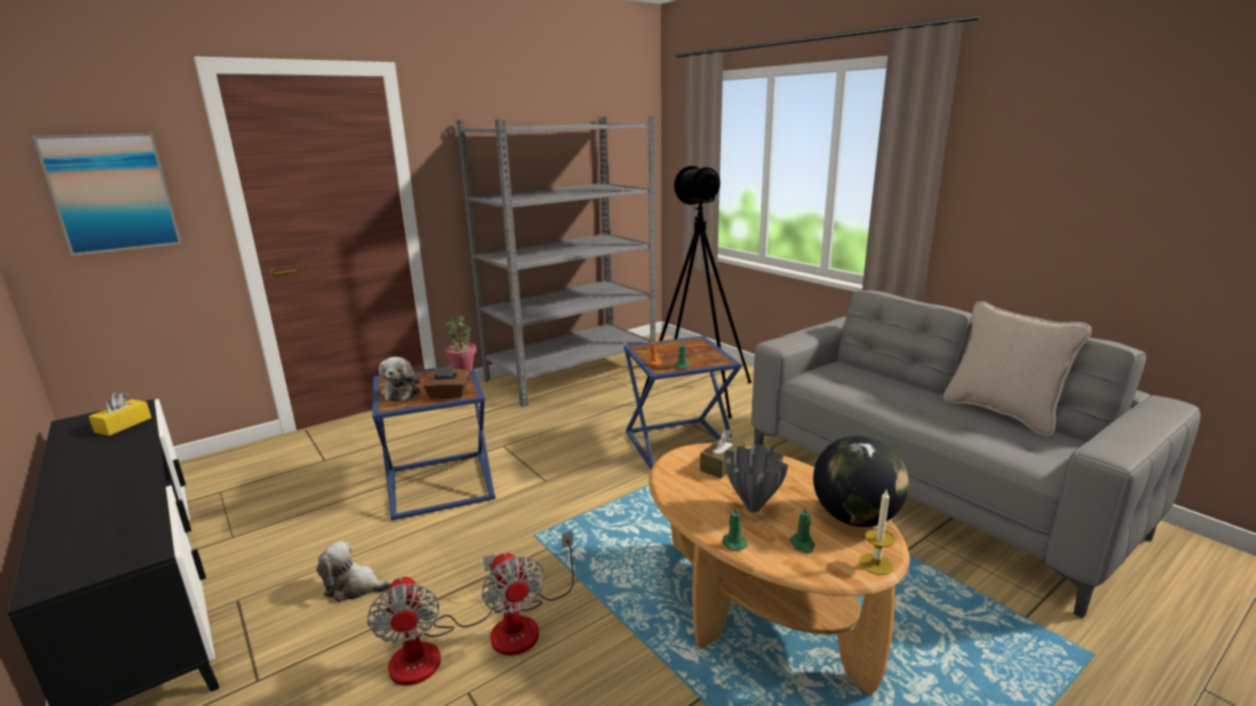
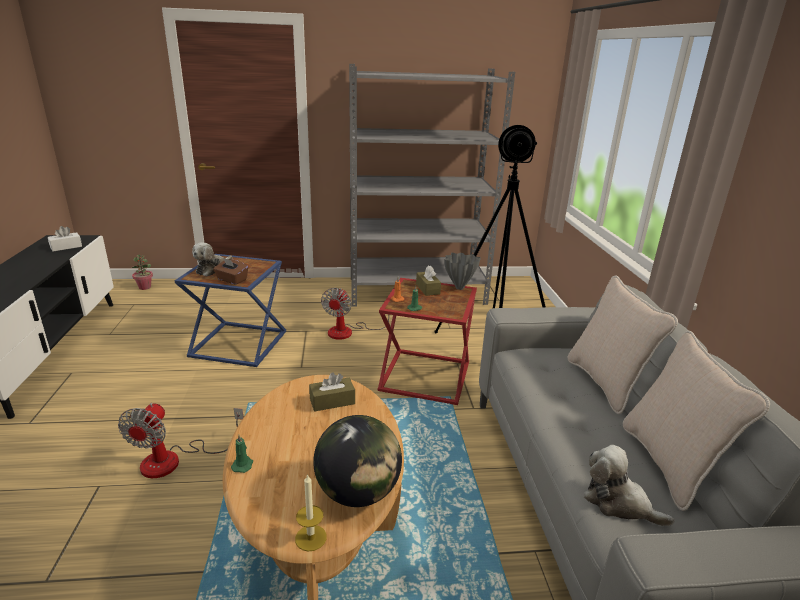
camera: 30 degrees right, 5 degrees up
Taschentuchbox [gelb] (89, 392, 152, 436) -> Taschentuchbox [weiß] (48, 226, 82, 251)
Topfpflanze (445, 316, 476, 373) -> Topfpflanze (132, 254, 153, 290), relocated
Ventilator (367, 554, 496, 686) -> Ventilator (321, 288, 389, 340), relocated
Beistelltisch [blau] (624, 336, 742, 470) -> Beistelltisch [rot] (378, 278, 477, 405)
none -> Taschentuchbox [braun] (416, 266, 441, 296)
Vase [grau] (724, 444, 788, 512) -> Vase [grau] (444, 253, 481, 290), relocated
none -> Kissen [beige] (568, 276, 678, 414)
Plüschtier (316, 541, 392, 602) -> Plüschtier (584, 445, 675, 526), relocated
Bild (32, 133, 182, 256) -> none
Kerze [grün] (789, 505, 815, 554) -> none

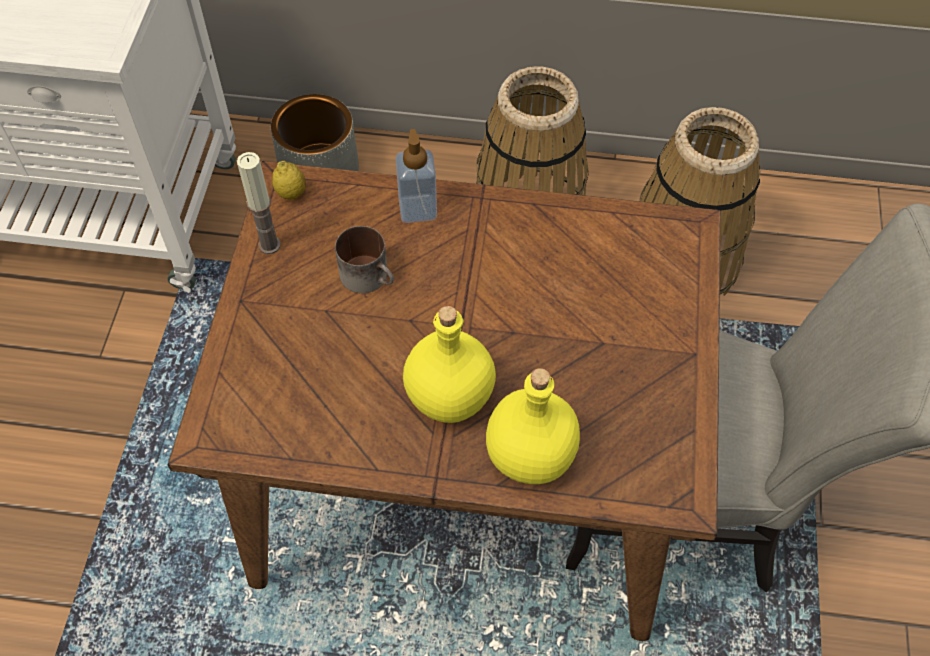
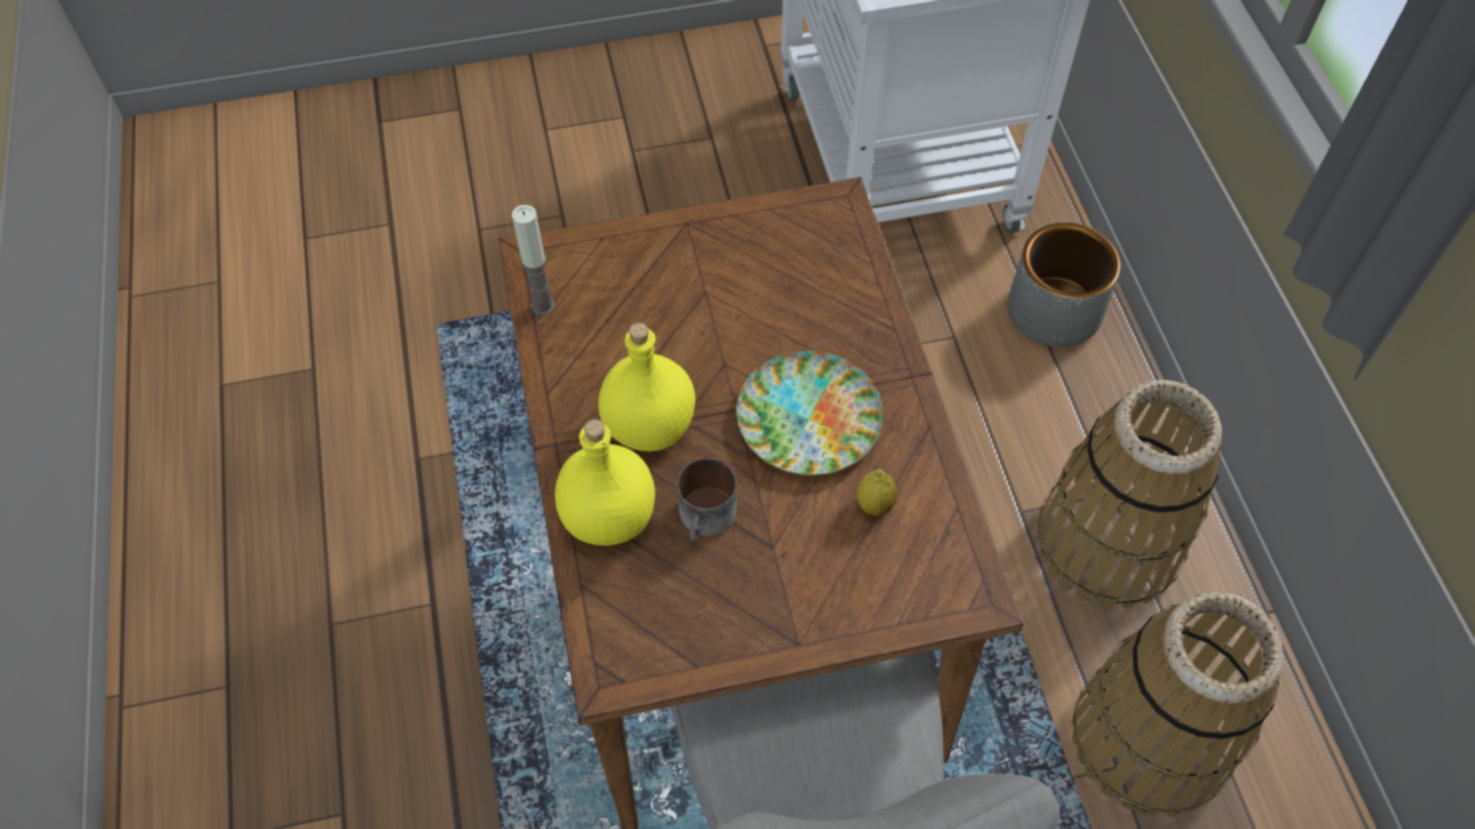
camera: 70 degrees right, 0 degrees up
Kerze (237, 152, 281, 254) -> Kerze (512, 205, 555, 316), relocated
Henkelbecher (335, 226, 394, 293) -> Henkelbecher (677, 458, 737, 540), relocated
none -> Teller (736, 351, 883, 475)
Zitrone (272, 161, 306, 200) -> Zitrone (857, 469, 897, 516), relocated
Seifenspender (395, 129, 437, 223) -> none

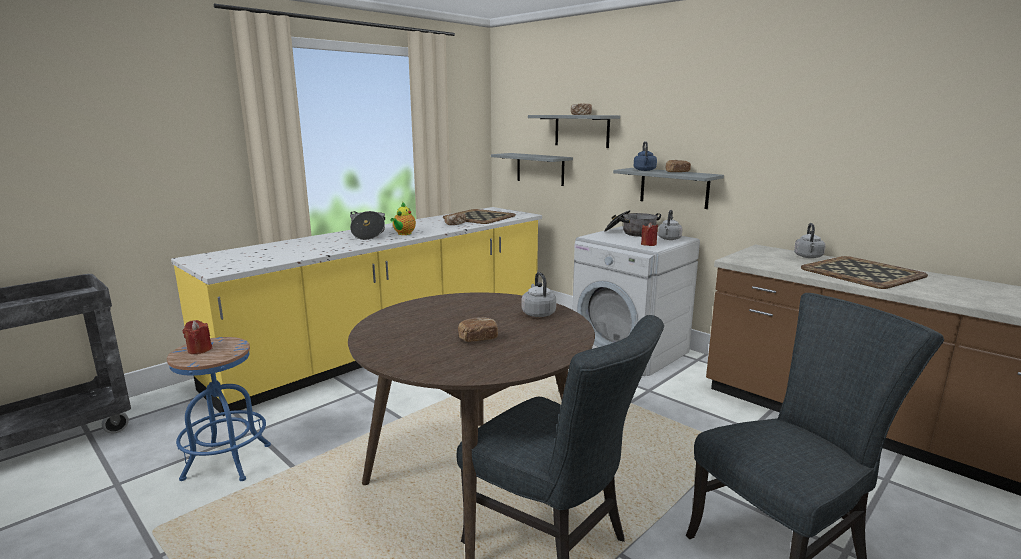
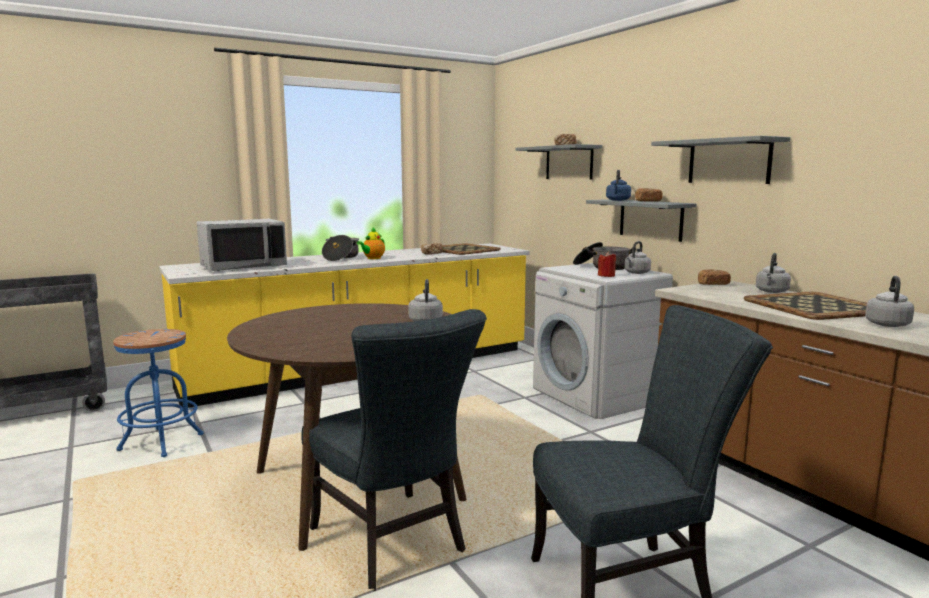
camera: 15 degrees right, 5 degrees down
none -> Mikrowelle [grau] (197, 219, 287, 271)
Wandregal [grau] (491, 153, 573, 186) -> Wandregal [grau] (651, 136, 790, 184), relocated
Brot (458, 317, 498, 342) -> Brot (698, 269, 731, 285), relocated
none -> Wasserkessel [grau] (865, 276, 914, 327)
Kerze [rot] (183, 320, 212, 354) -> none

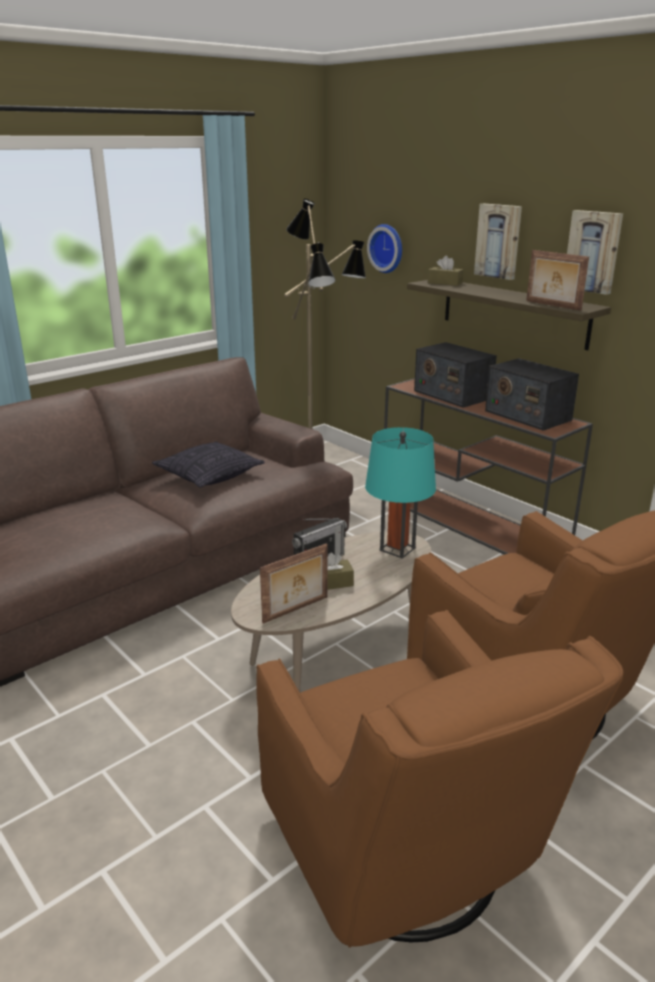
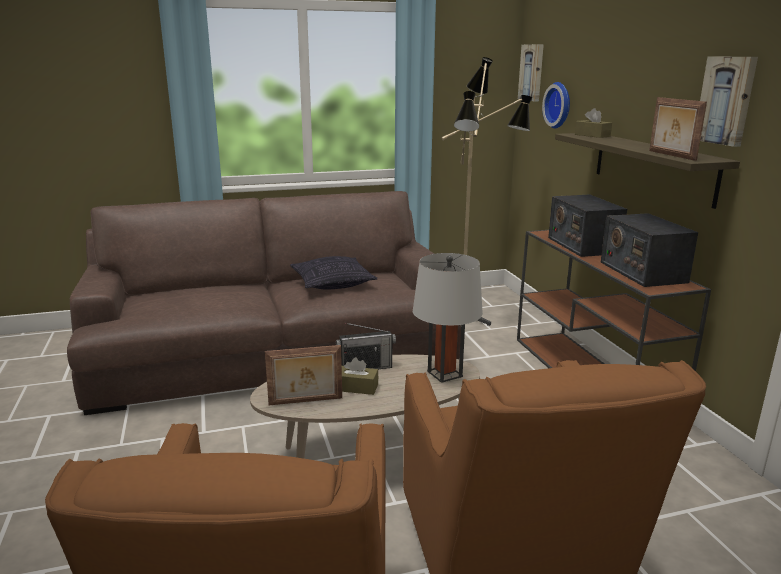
camera: 25 degrees right, 5 degrees down
Tischlampe [türkis] (365, 427, 436, 558) -> Tischlampe [grau] (413, 253, 483, 383)
Bild (474, 204, 522, 280) -> Bild (518, 44, 544, 101), relocated

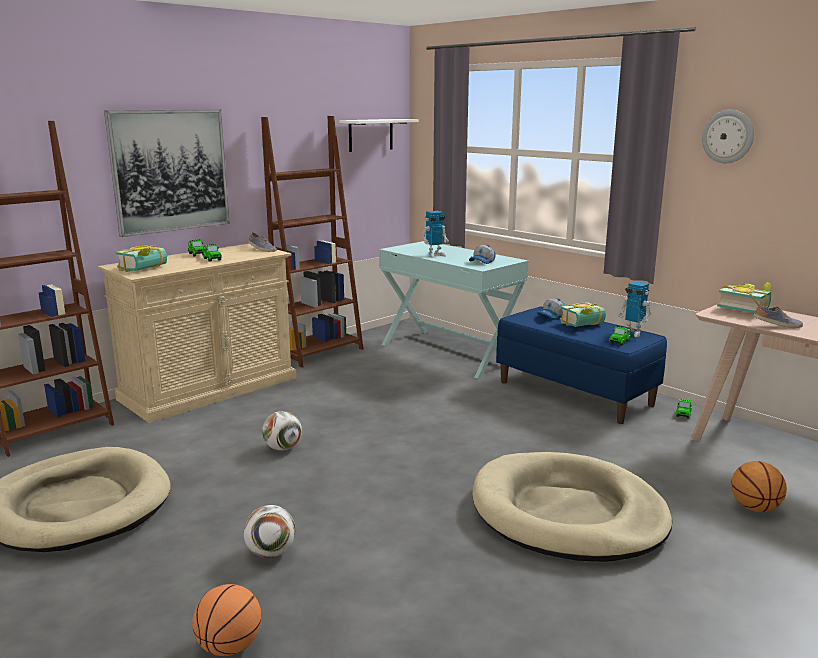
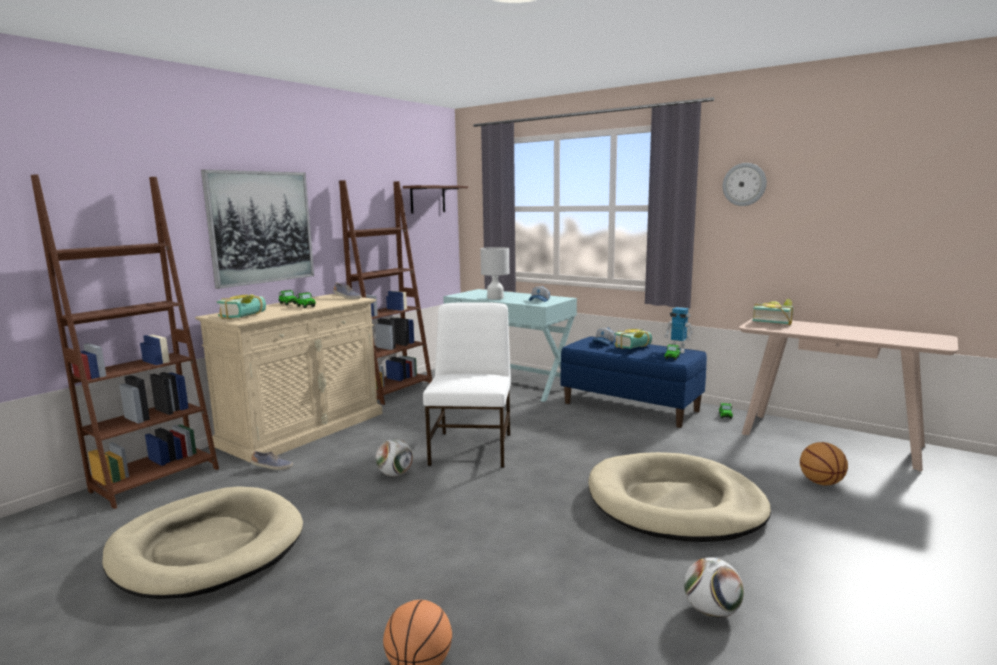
camera: 10 degrees left, 5 degrees down
Schuh (753, 304, 803, 328) -> Schuh (251, 451, 293, 470), relocated
Wandregal [weiß] (340, 119, 419, 152) -> Wandregal [braun] (403, 185, 468, 214)
none -> Stuhl [weiß] (423, 302, 511, 468)
Spielzeugroboter (422, 211, 449, 258) -> Tischlampe [grau] (480, 247, 509, 299)
Fußball (243, 505, 295, 558) -> Fußball (684, 557, 744, 619), relocated

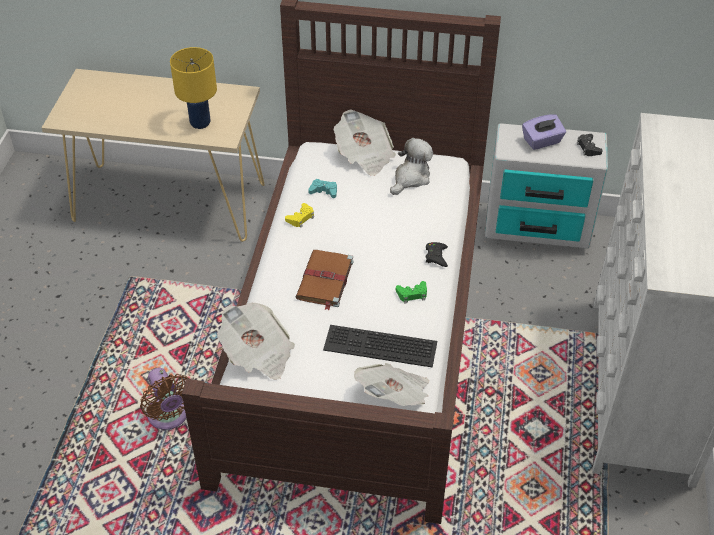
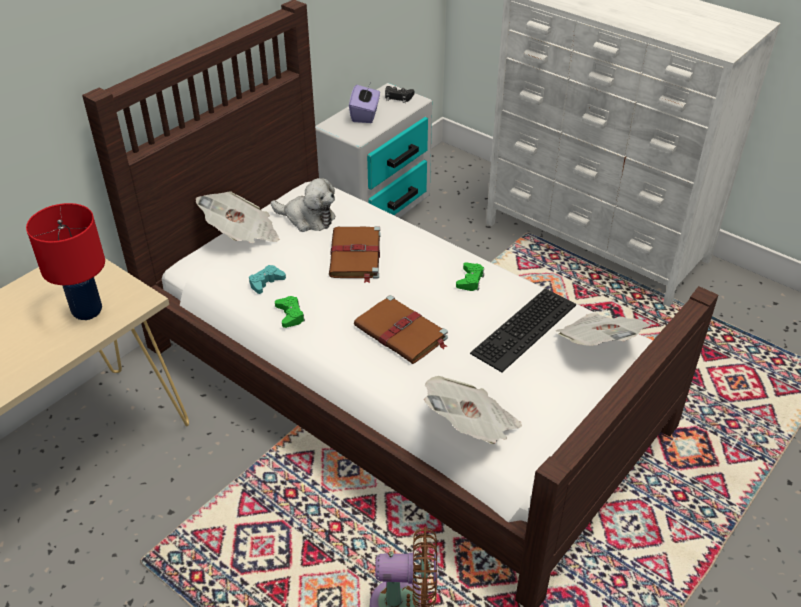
camera: 60 degrees left, 5 degrees down
Tischlampe [gelb] (170, 47, 217, 129) -> Tischlampe [rot] (26, 203, 105, 320)
Plüschtier (390, 138, 433, 195) -> Plüschtier (271, 178, 336, 232), 135 degrees clockwise
Gamepad [gelb] (285, 203, 314, 228) -> Gamepad [grün] (275, 296, 305, 328)
none -> Buch [braun] (329, 226, 381, 283)
Gamepad [schwarz] (426, 242, 448, 267) -> none

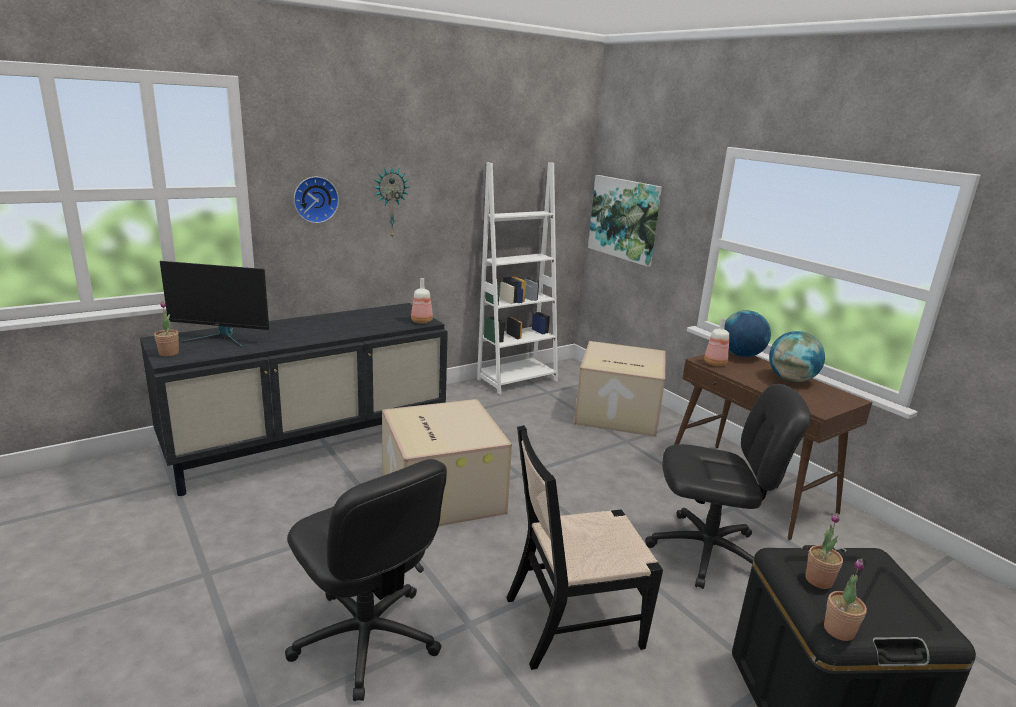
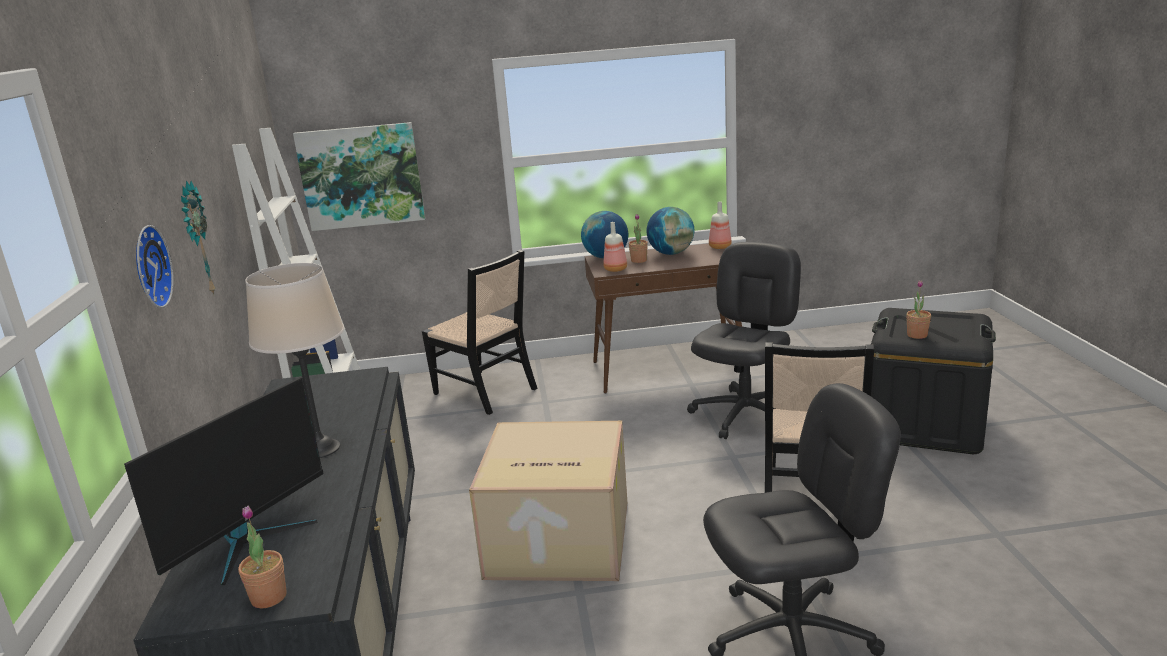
camera: 60 degrees left, 0 degrees up
none -> Tischlampe [beige] (245, 263, 344, 458)
Karton (574, 341, 666, 437) -> Stuhl (422, 250, 538, 415)
Topfpflanze (824, 559, 867, 641) -> Topfpflanze (629, 214, 648, 263), relocated
Flasche (411, 278, 433, 323) -> Flasche (709, 202, 732, 249), relocated

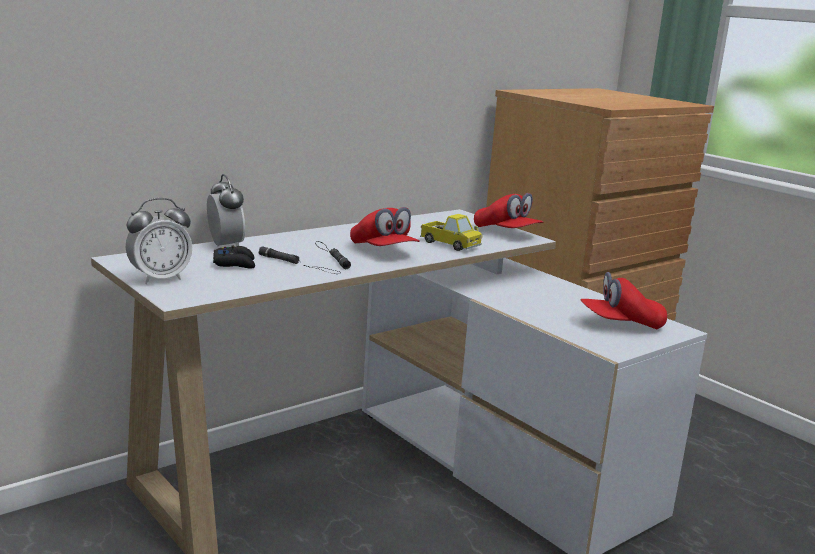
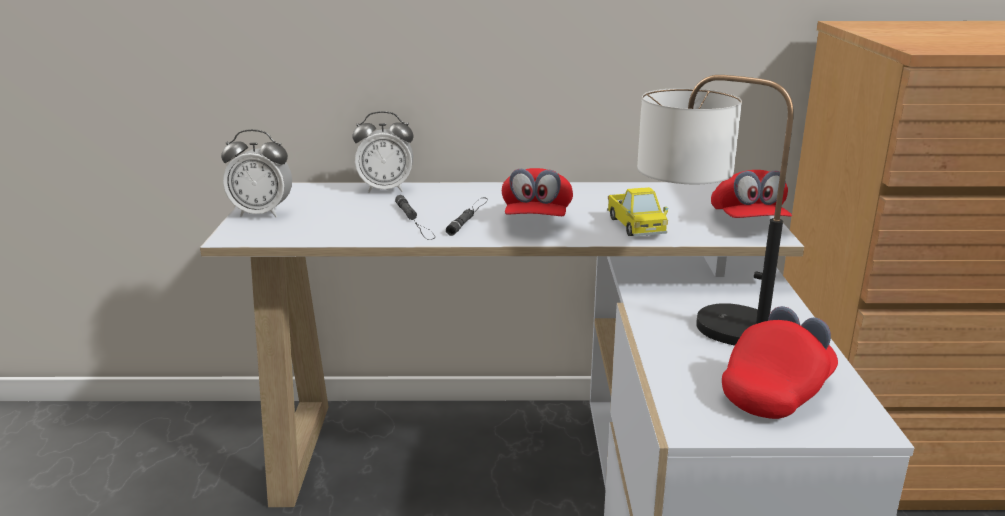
camera: 40 degrees right, 5 degrees up
Wecker (207, 174, 245, 247) -> Wecker (352, 111, 414, 193), 75 degrees clockwise
none -> Tischlampe (637, 75, 794, 346)
Kappe [rot] (581, 272, 667, 329) -> Kappe [rot] (722, 306, 838, 419), 105 degrees clockwise
Gamepad [schwarz] (213, 245, 255, 269) -> none

